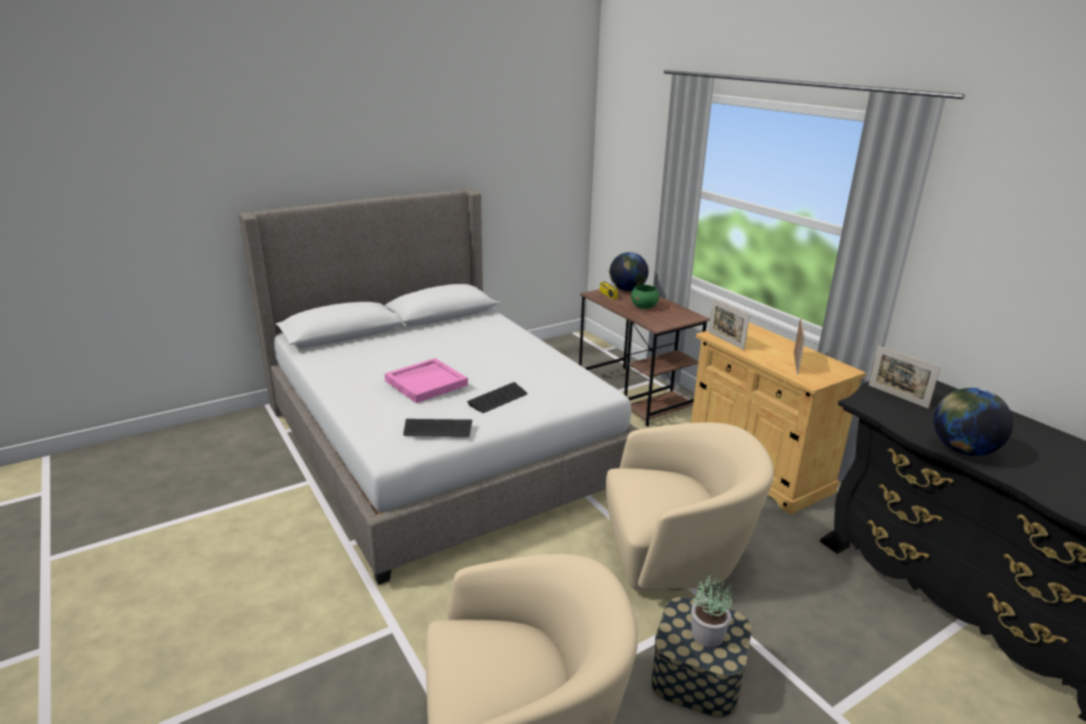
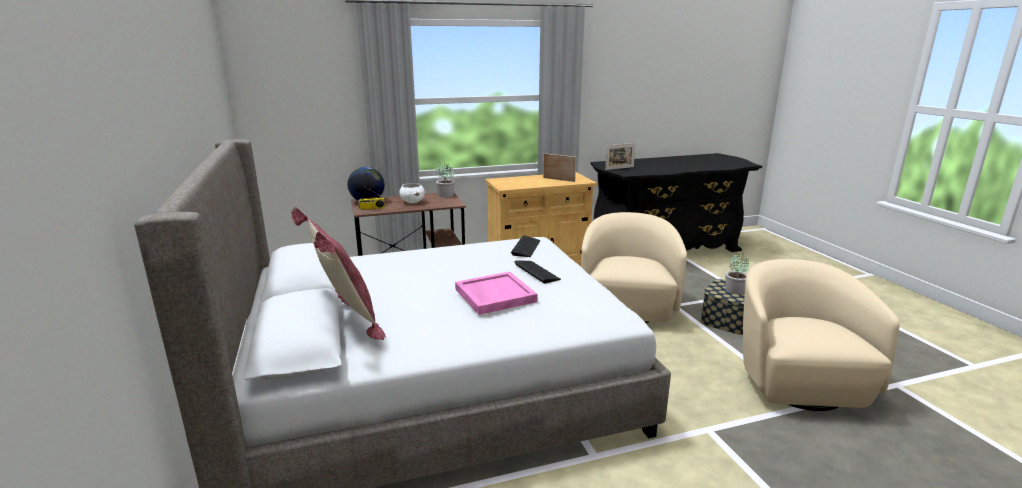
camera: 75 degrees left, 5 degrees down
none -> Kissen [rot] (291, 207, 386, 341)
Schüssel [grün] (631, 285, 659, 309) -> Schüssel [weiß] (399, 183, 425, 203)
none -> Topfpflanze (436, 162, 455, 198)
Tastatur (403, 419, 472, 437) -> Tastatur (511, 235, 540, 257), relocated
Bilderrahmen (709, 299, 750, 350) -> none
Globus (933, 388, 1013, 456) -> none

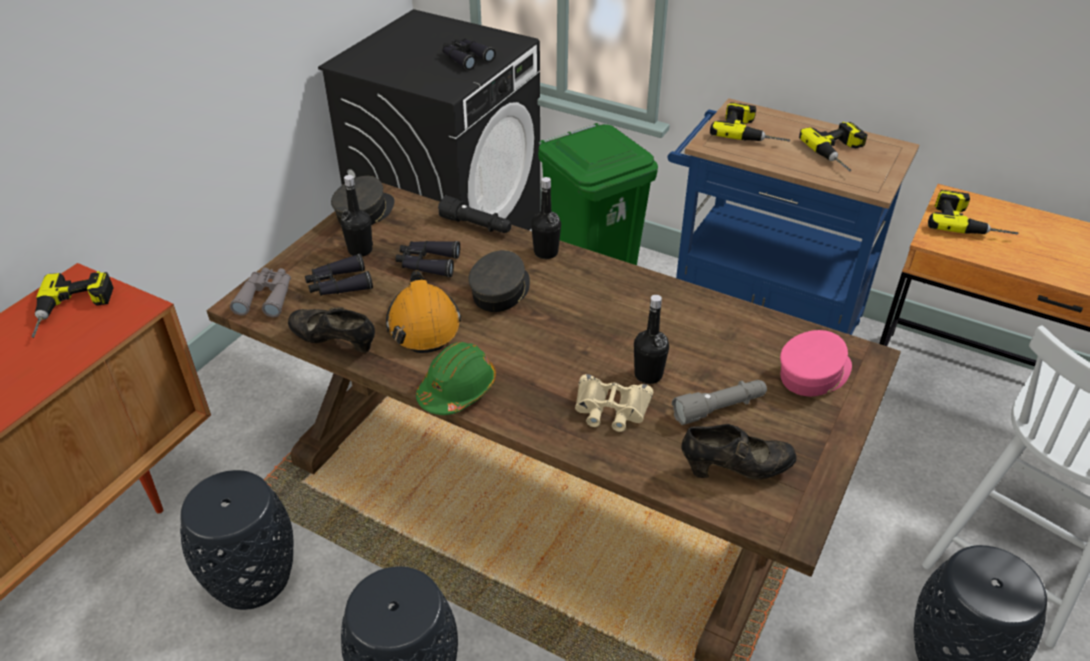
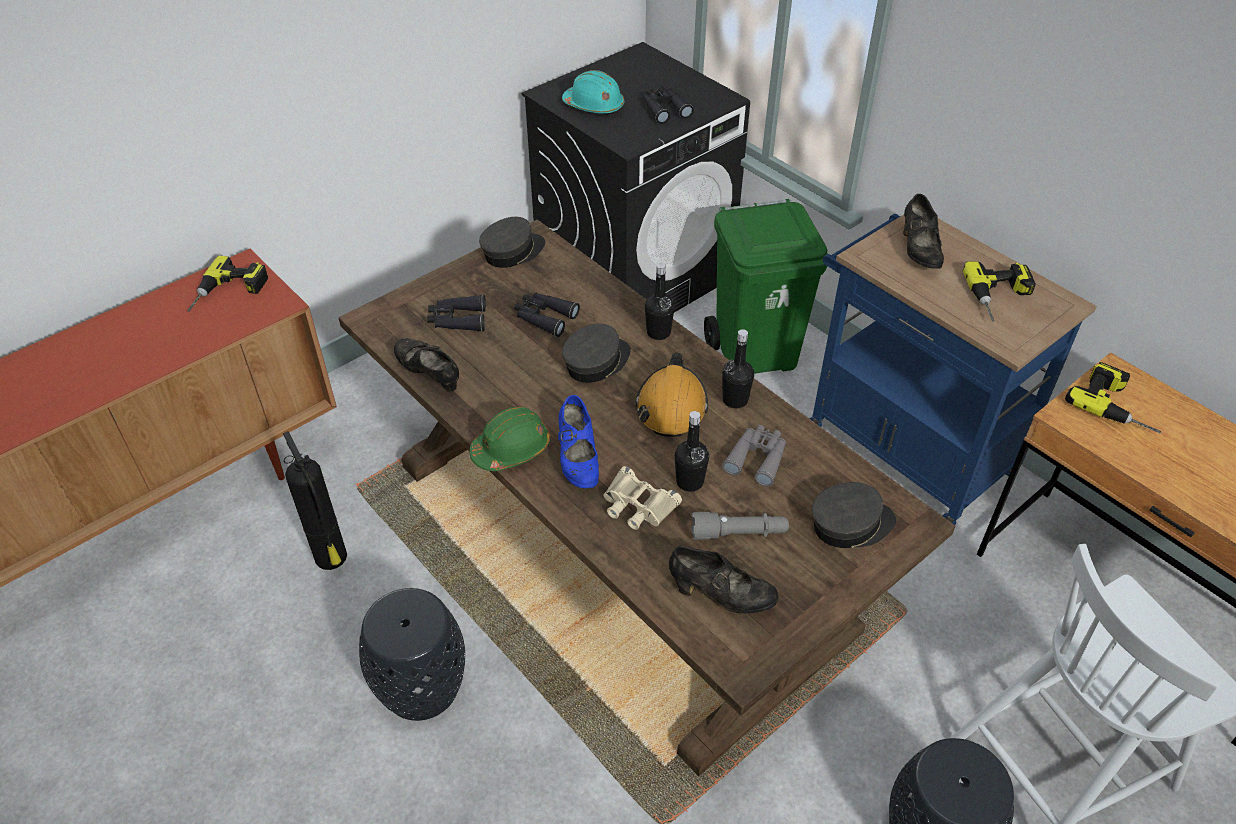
camera: 20 degrees right, 5 degrees up
Hocker [schwarz] (180, 470, 294, 610) -> Feuerlöscher (283, 431, 347, 570)
none -> Schuh [blau] (558, 395, 599, 489)
none -> Schutzhelm [türkis] (562, 70, 624, 115)
Schutzhelm [orange] (386, 271, 461, 353) -> Schutzhelm [orange] (635, 352, 708, 437), relocated
Flasche [schwarz] (341, 175, 373, 257) -> Flasche [schwarz] (722, 329, 754, 408), relocated
Fernglas [grau] (230, 268, 291, 317) -> Fernglas [grau] (722, 425, 786, 487), relocated
Kappe [rosa] (780, 330, 852, 396) -> Kappe [grau] (812, 482, 896, 548)
Bohrmaschine (710, 102, 790, 142) -> Schuh [schwarz] (903, 194, 944, 269)
Taschenlampe [schwarz] (438, 196, 512, 233) -> none

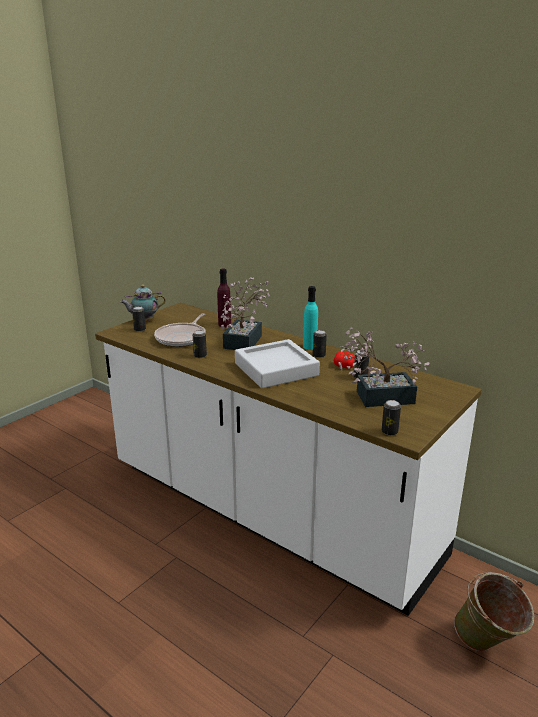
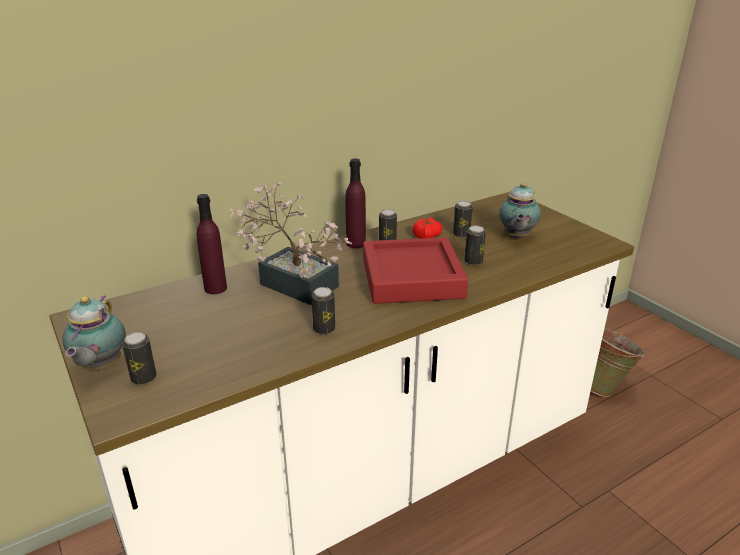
camera: 70 degrees left, 5 degrees up
Flasche [türkis] (303, 286, 318, 350) -> Flasche [lila] (346, 159, 366, 248)
Tablett [grau] (235, 339, 320, 388) -> Tablett [rot] (363, 237, 468, 304)
Dose (382, 400, 401, 436) -> Dose (464, 225, 486, 265), relocated
Topfpflanze (338, 327, 430, 407) -> Teekanne (499, 183, 541, 239)
Pfanne (154, 313, 206, 347) -> none

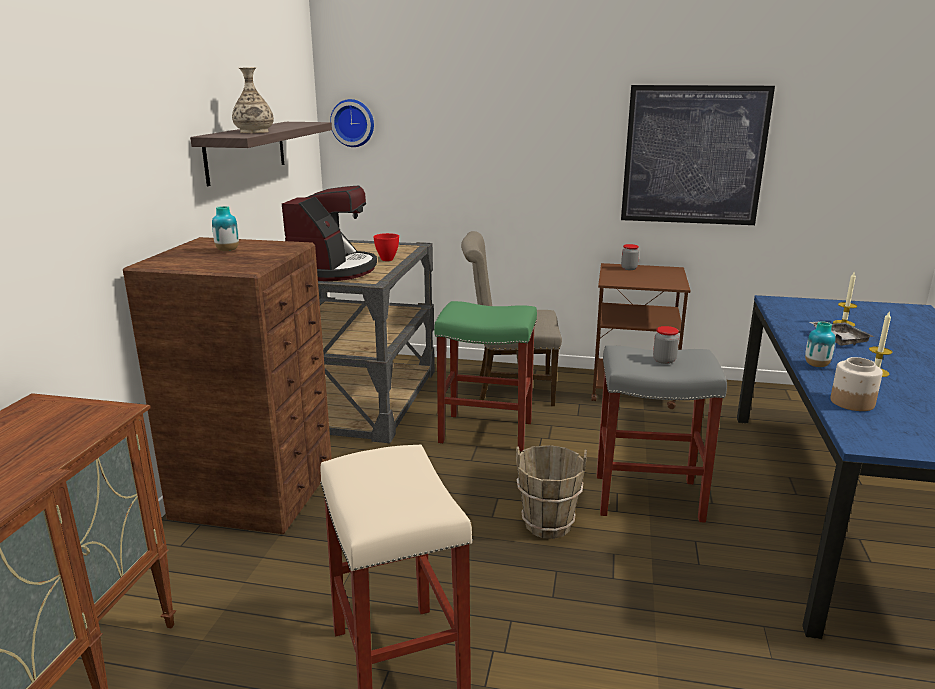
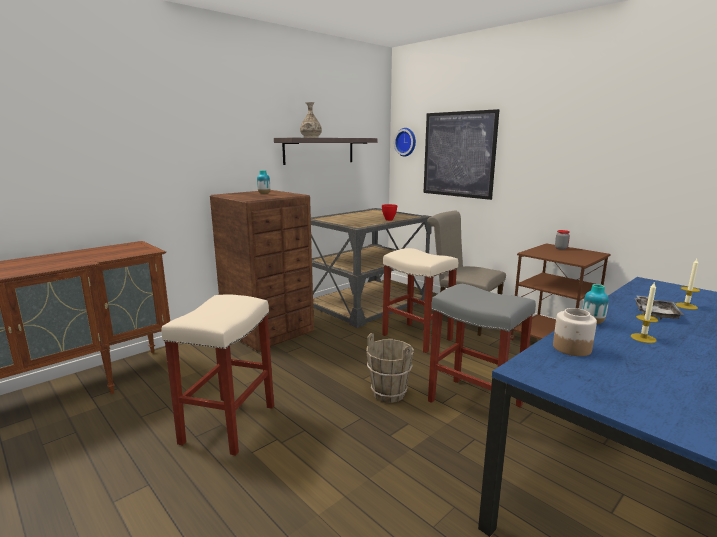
camera: 35 degrees right, 5 degrees down
Hocker [grün] (434, 301, 537, 451) -> Hocker [beige] (382, 248, 458, 353)
Bild (621, 85, 775, 225) -> Bild (423, 109, 500, 200), relocated
Kaffeemaschine (282, 186, 377, 281) -> none
Vorratsglas (653, 326, 679, 364) -> none

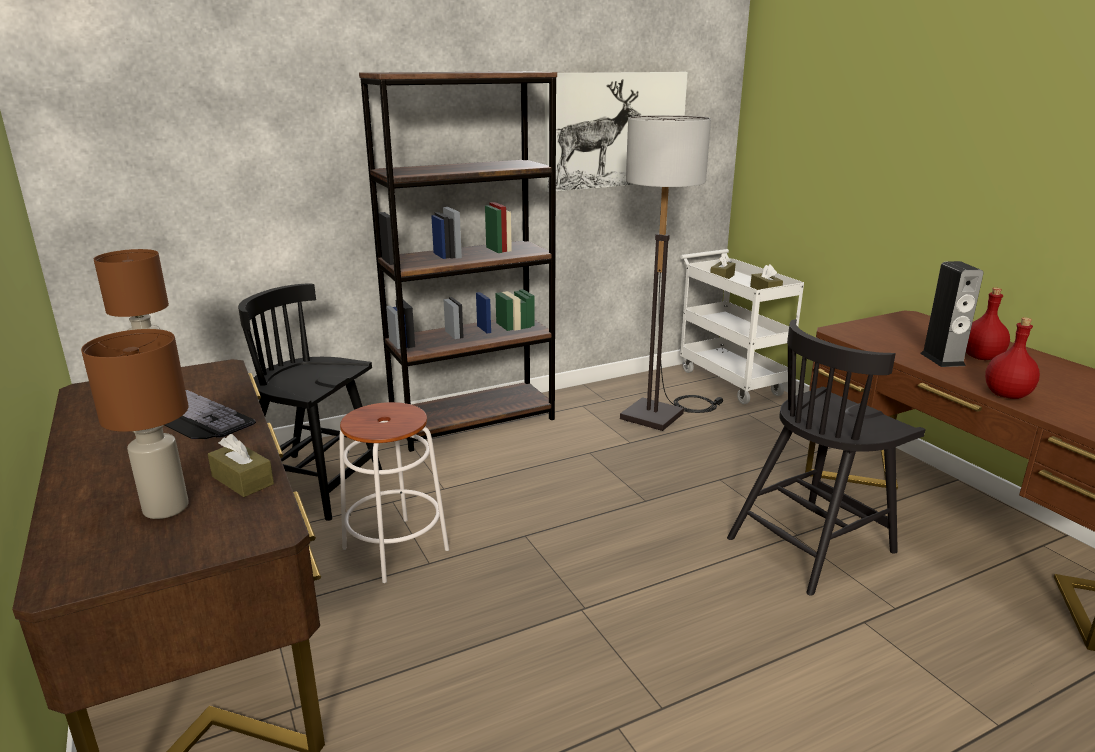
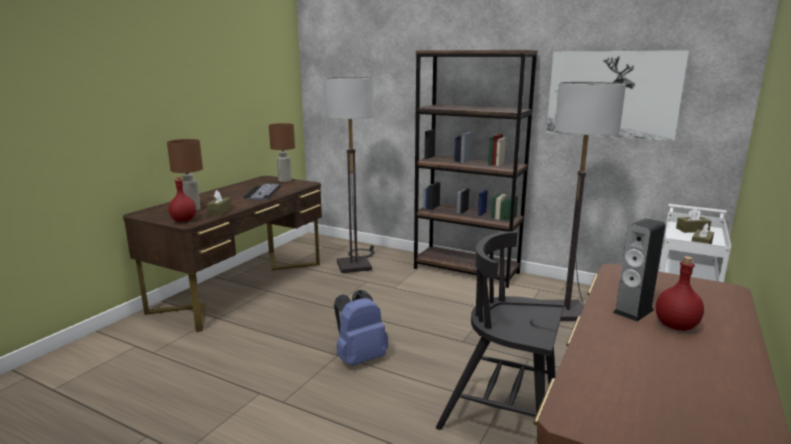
camera: 55 degrees right, 5 degrees down
Flasche [rot] (985, 317, 1040, 399) -> Flasche [rot] (168, 176, 196, 222), relocated
Stuhl [schwarz] (238, 283, 382, 521) -> Stehlampe (324, 77, 375, 273)
none -> Rucksack [blau] (334, 290, 388, 366)
Hocker [weiß] (339, 402, 449, 583) -> none

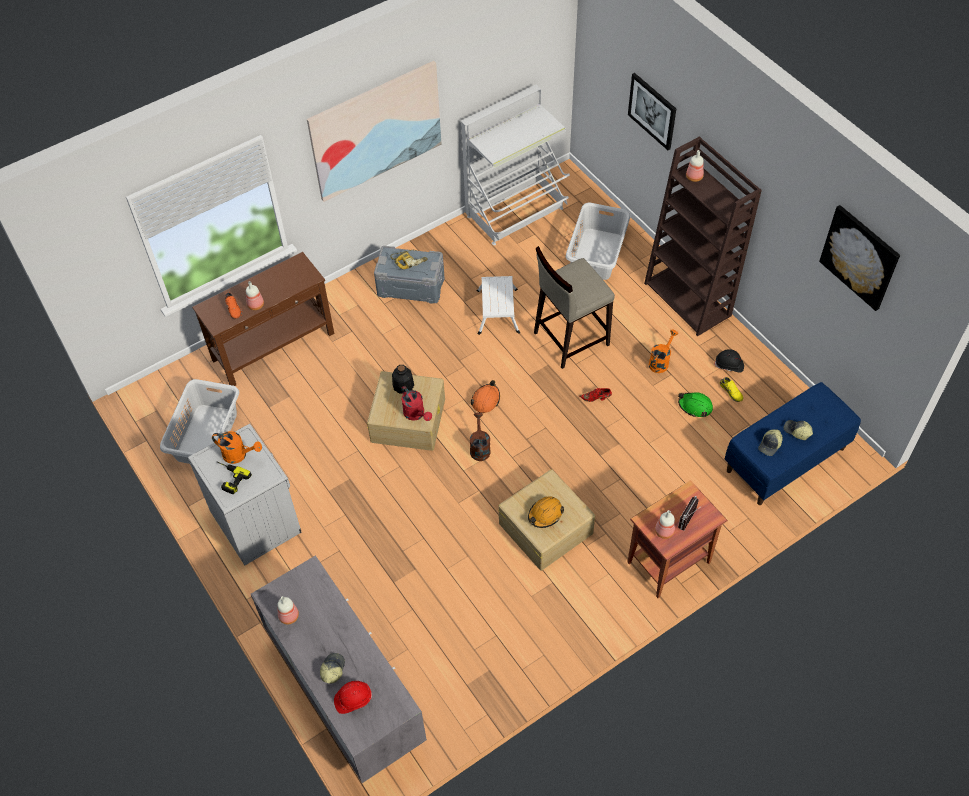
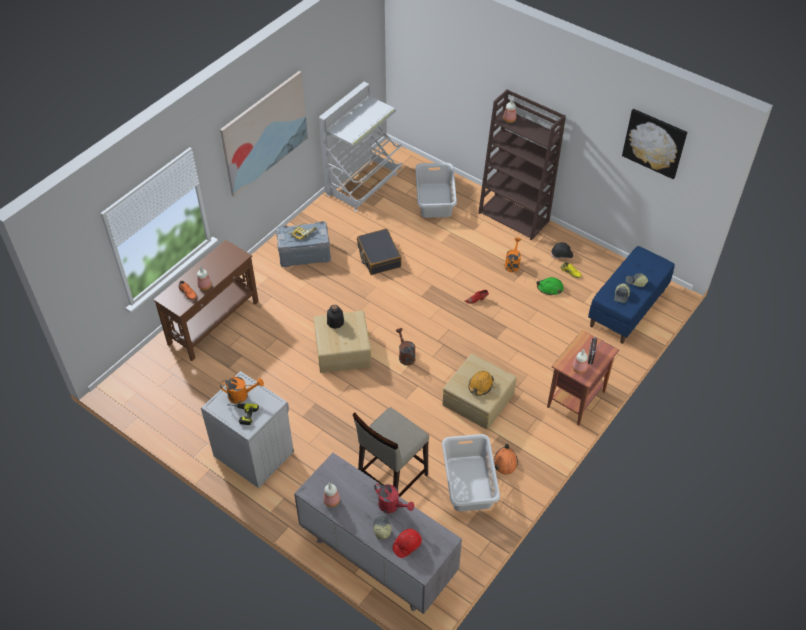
camera: 20 degrees left, 5 degrees down
Hocker [beige] (534, 246, 615, 369) -> Hocker [beige] (353, 407, 429, 497), relocated
Trittleiter [weiß] (476, 276, 520, 335) -> Koffer [schwarz] (357, 229, 402, 275)
Gießkanne [rot] (401, 386, 432, 421) -> Gießkanne [rot] (374, 483, 414, 513), relocated
Wäschekorb [grau] (160, 379, 239, 464) -> Wäschekorb [grau] (442, 434, 500, 511), relocated
Schutzhelm [orange] (471, 380, 500, 413) -> Schutzhelm [orange] (494, 444, 518, 475), relocated
Bild (628, 73, 676, 150) -> none

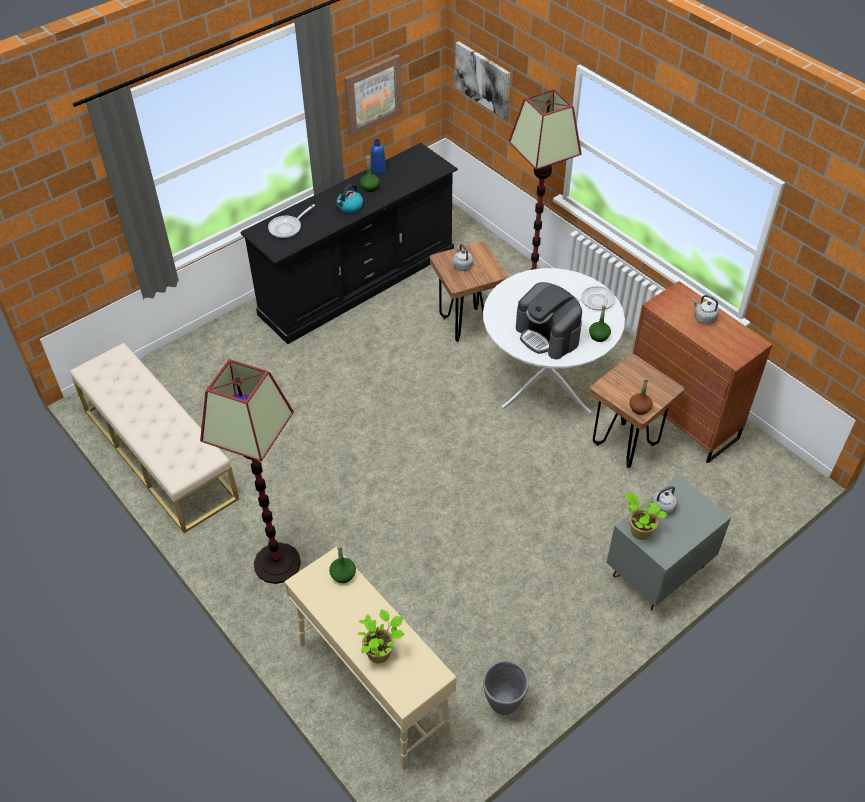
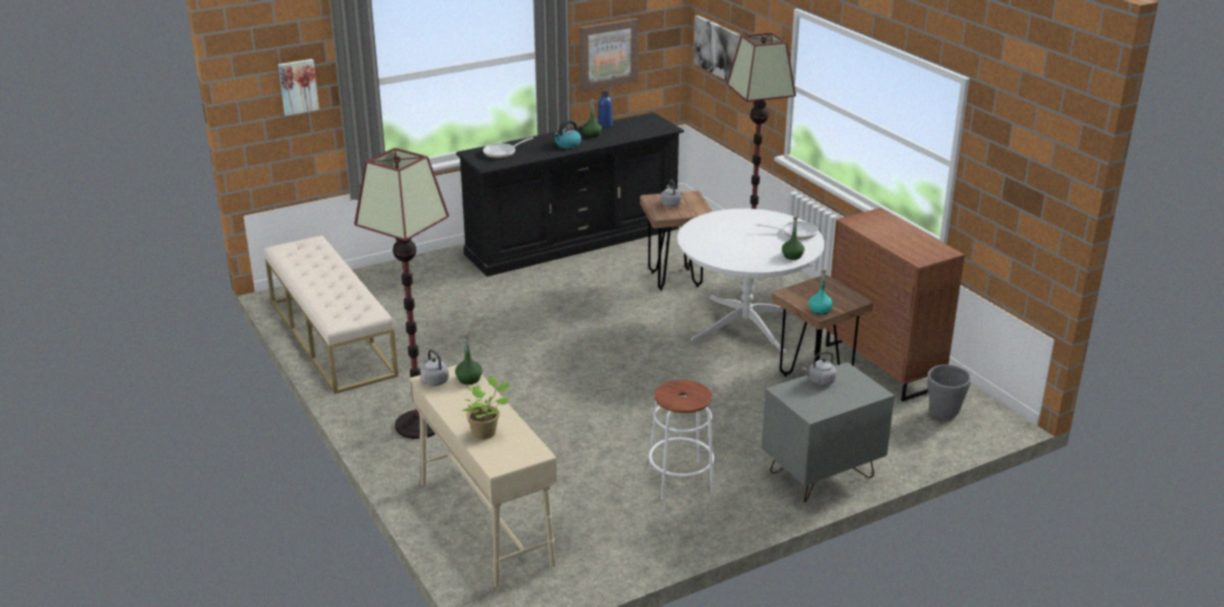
camera: 10 degrees right, 20 degrees down
none -> Bild (278, 59, 319, 116)
Wasserkessel [grau] (692, 295, 719, 324) -> Wasserkessel [grau] (420, 349, 449, 386), relocated
none -> Hocker [weiß] (648, 380, 714, 499)
Flasche [braun] (630, 378, 653, 415) -> Flasche [türkis] (809, 269, 833, 315)
Pflanzkübel [grau] (483, 660, 529, 715) -> Pflanzkübel [grau] (928, 364, 971, 419), relocated
Kaffeemaschine (516, 282, 582, 360) -> none
Topfpflanze (625, 493, 667, 540) -> none

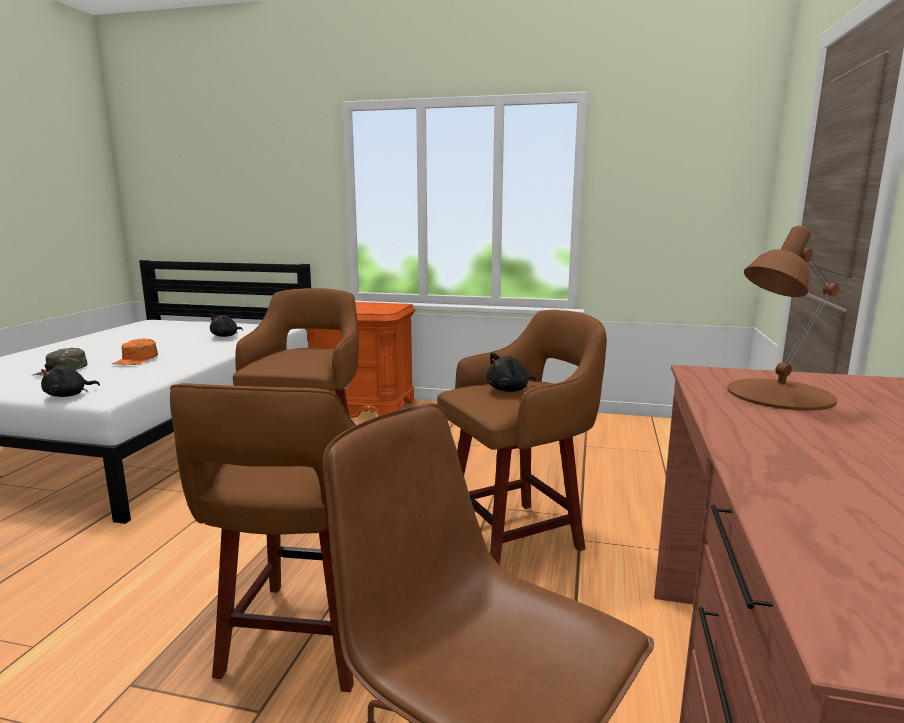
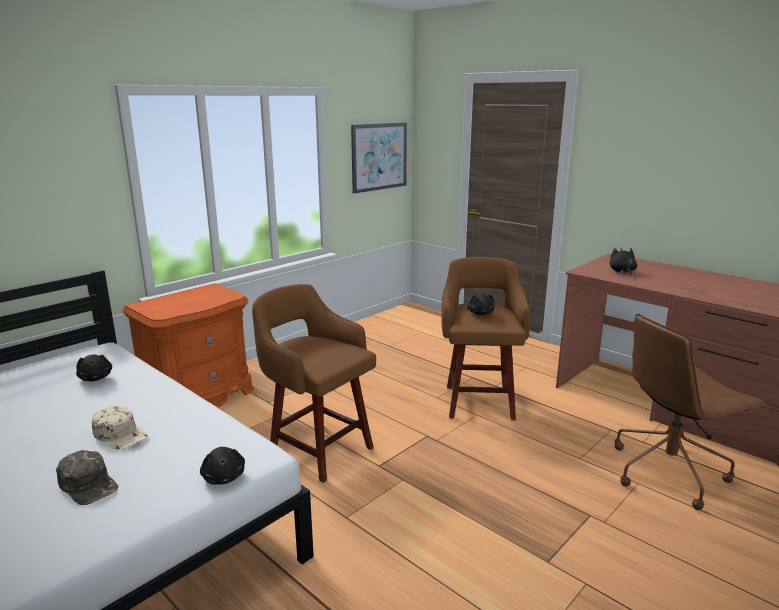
camera: 60 degrees left, 5 degrees up
Kappe [orange] (112, 338, 158, 365) -> Kappe [beige] (92, 406, 148, 449)
none -> Bild (351, 122, 407, 194)
Tischlampe [braun] (727, 226, 839, 411) -> Plüschtier [schwarz] (610, 248, 637, 276)
Hocker [braun] (170, 383, 383, 692) -> none

